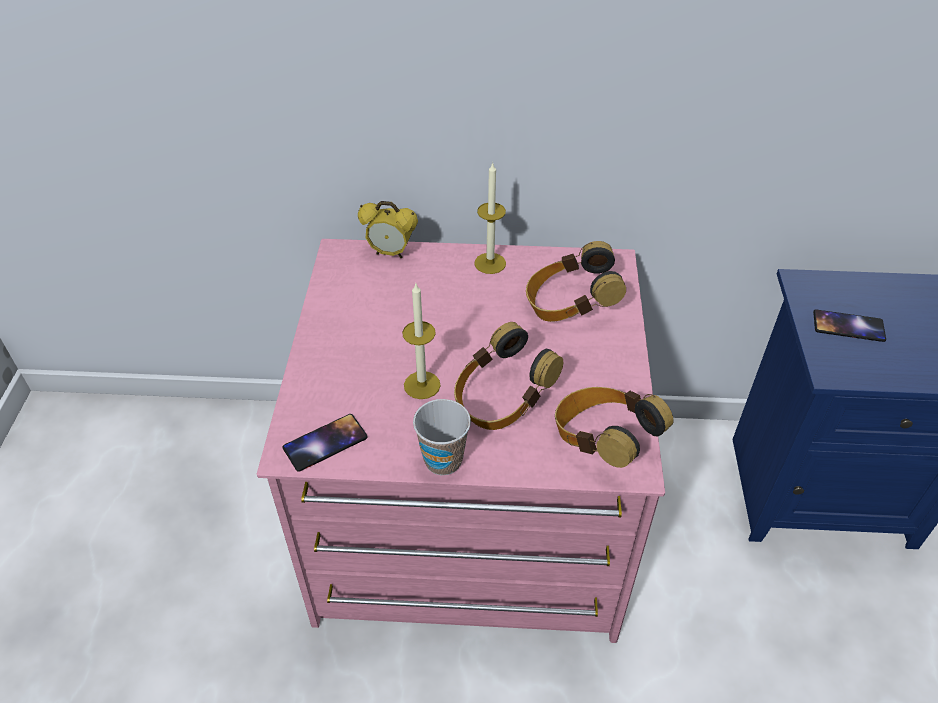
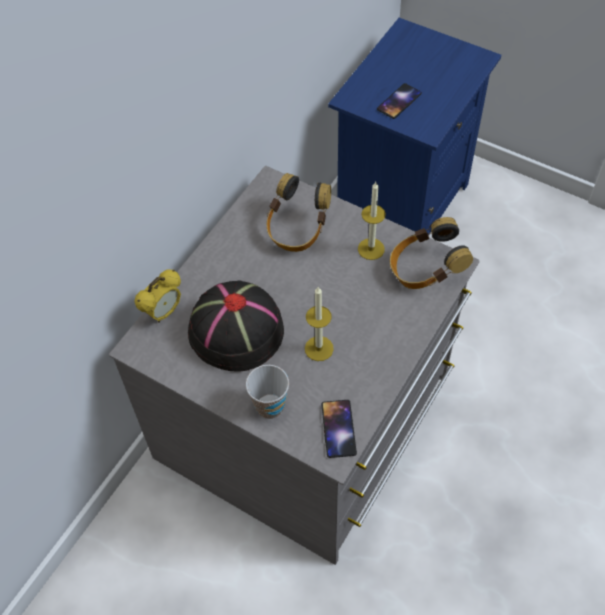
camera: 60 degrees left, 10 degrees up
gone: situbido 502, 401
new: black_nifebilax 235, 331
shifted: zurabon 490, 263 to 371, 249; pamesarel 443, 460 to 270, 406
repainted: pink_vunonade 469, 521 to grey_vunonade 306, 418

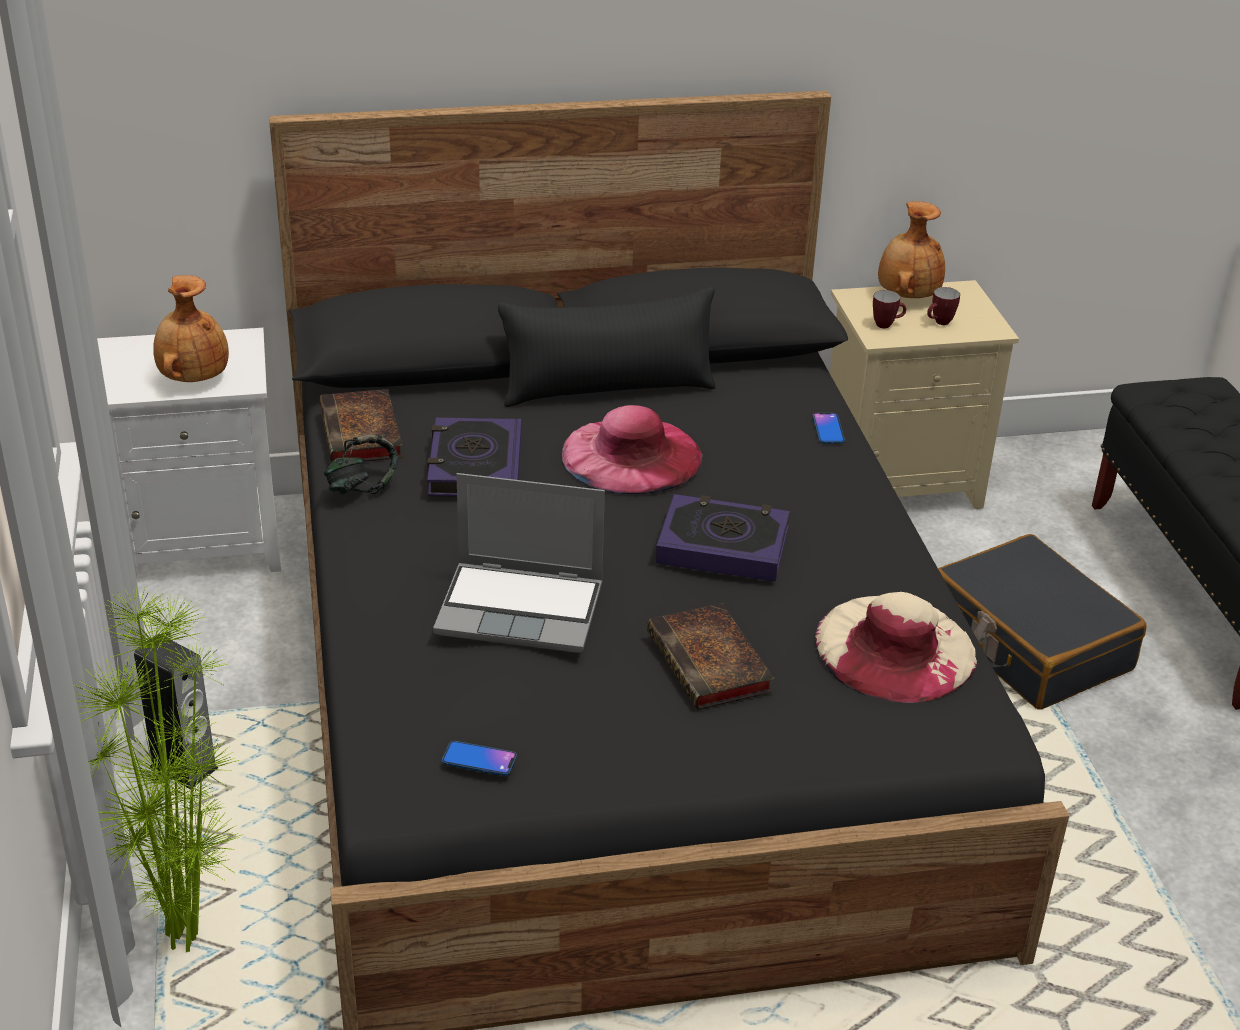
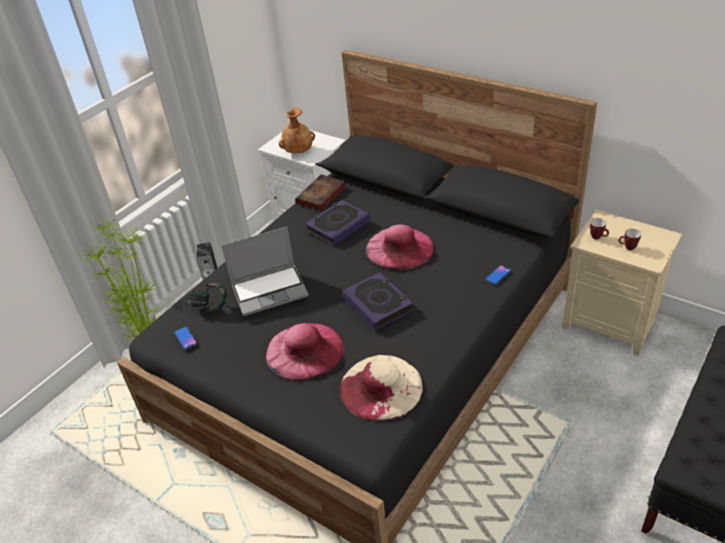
camera: 50 degrees right, 5 degrees up
gone: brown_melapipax 906, 296; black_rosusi 608, 389; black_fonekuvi 1028, 643
shifted: situbido 362, 487 to 210, 306
swapped: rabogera 711, 665 to pink_nifebilax 305, 350
rotated: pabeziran 522, 609 = 270, 290 75 degrees counterclockwise

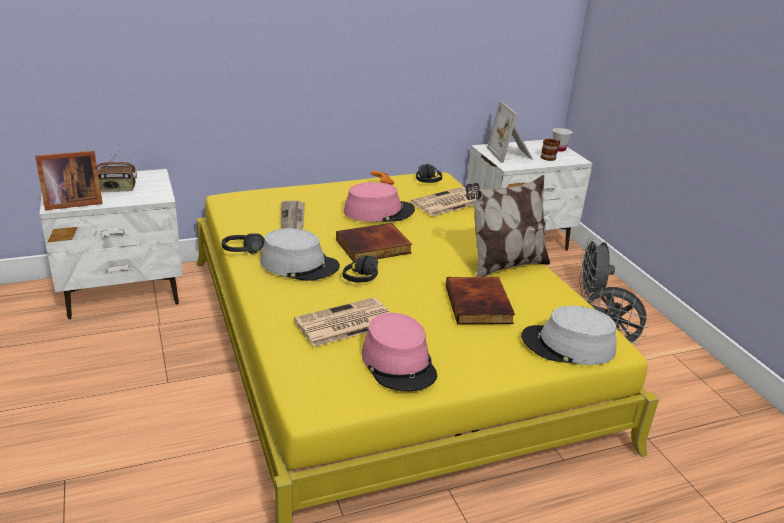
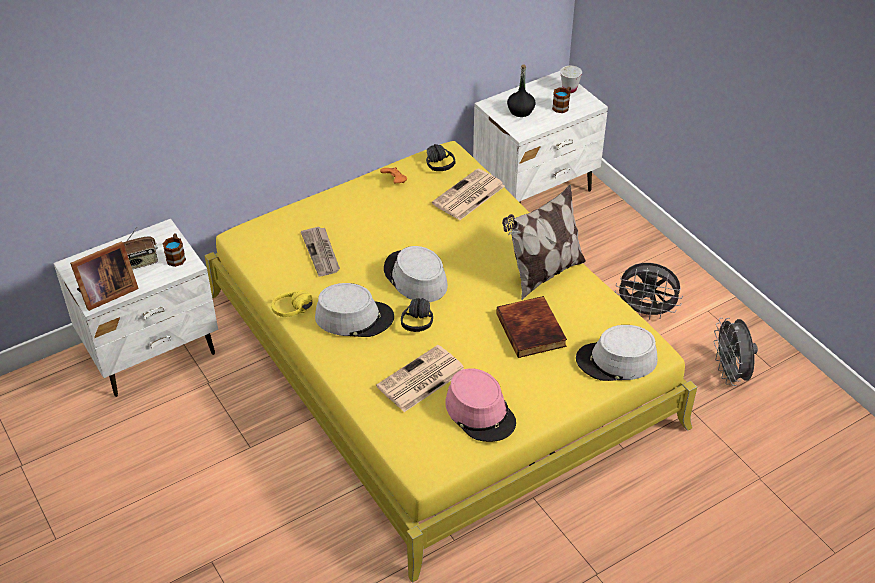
camera: 10 degrees left, 15 degrees up
gone: pink_nifebilax 379, 211
new: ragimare 176, 256
shifted: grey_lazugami 590, 294 to 730, 374
swapped: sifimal 511, 154 to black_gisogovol 521, 111; rabogera 373, 247 to grey_nifebilax 415, 277
repainted: black_situbido 244, 254 to yellow_situbido 295, 313

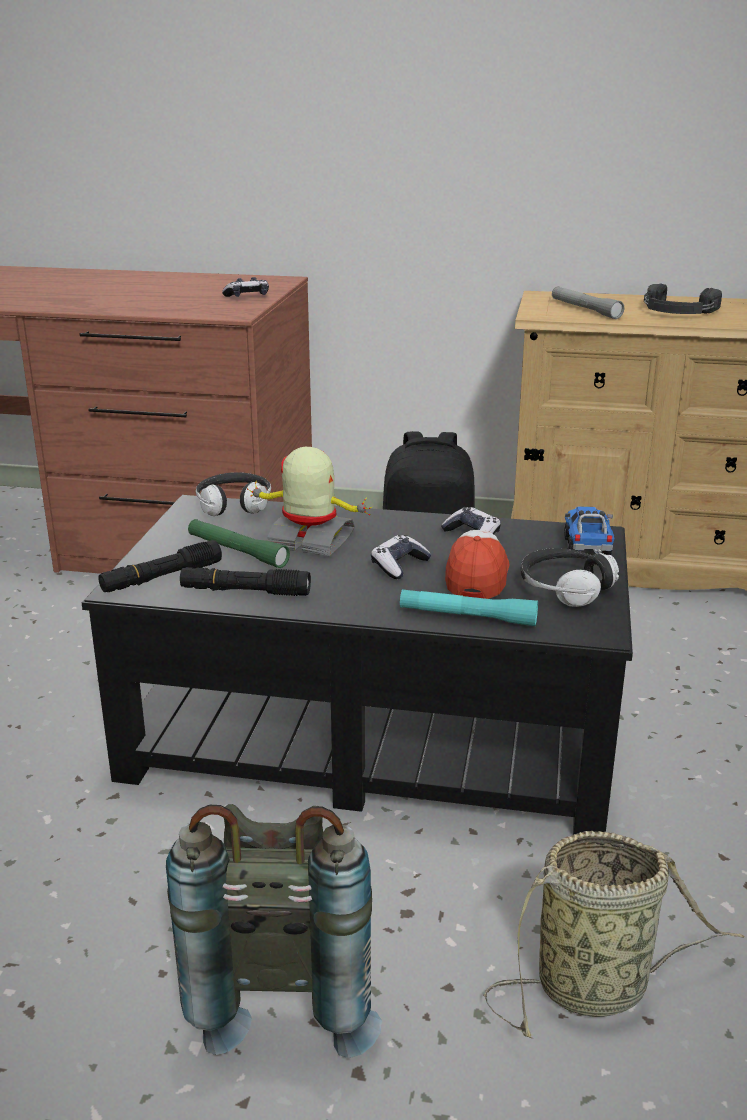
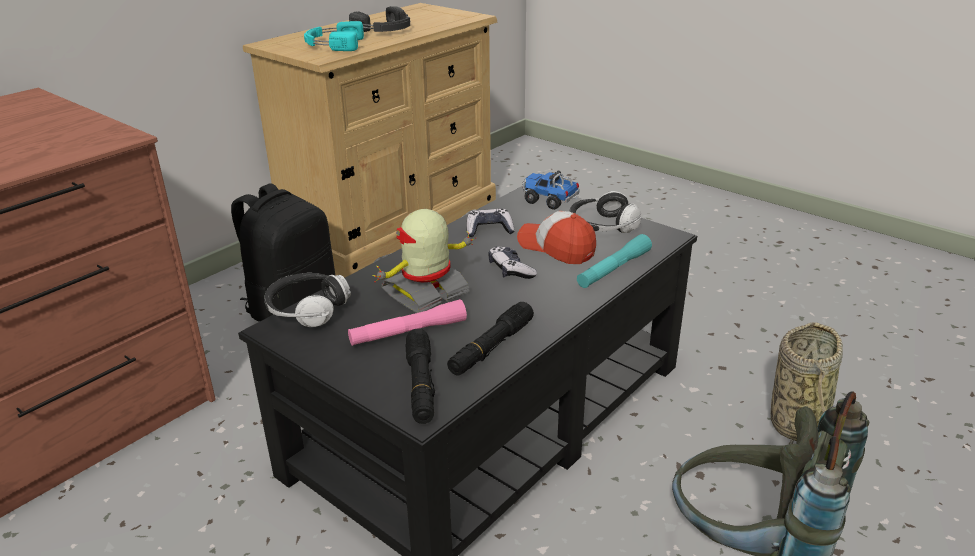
camera: 60 degrees left, 5 degrees up
gone: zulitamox 247, 297
swapped: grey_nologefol 585, 310 to turquoise_situbido 333, 44
repainted: green_nologefol 237, 551 to pink_nologefol 408, 332

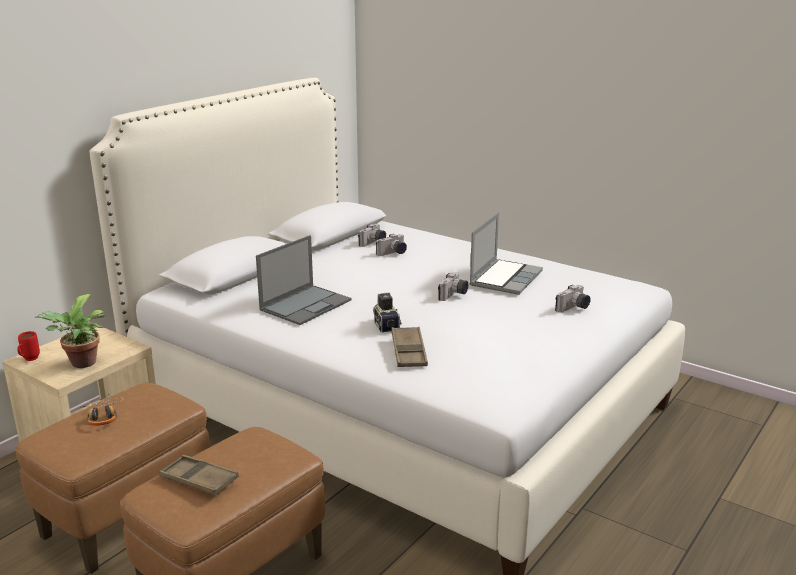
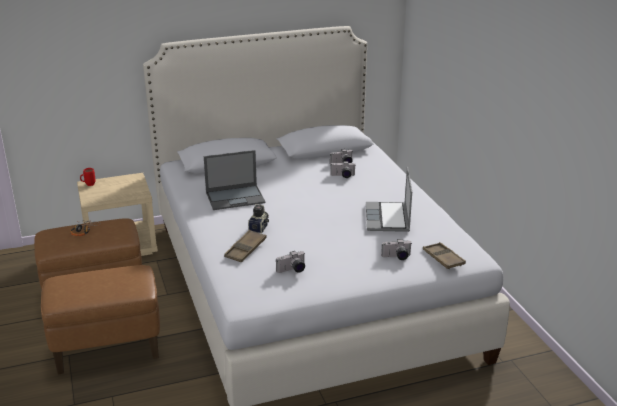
camera: 35 degrees right, 5 degrees up
gone: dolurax 81, 364
shifted: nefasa 454, 295 to 292, 270; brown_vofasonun 199, 480 to 443, 259
rotated: pabeziran 505, 278 = 388, 218 120 degrees clockwise

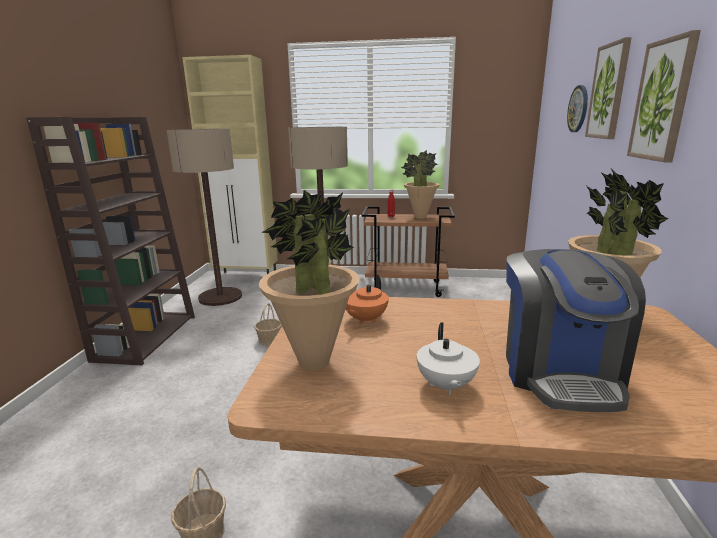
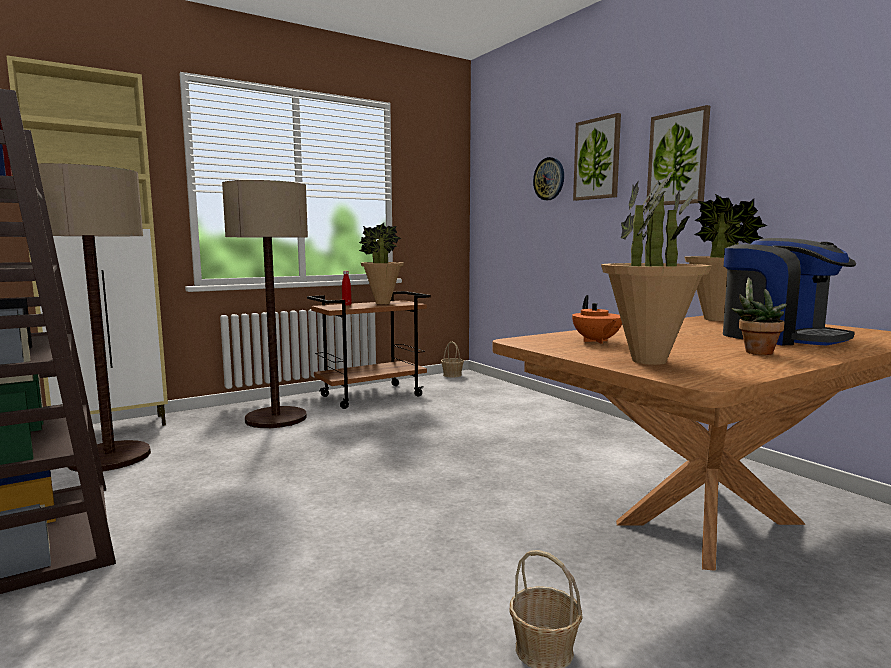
camera: 40 degrees left, 10 degrees down
shifted: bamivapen 269, 340 to 452, 375
swapped: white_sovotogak 445, 385 to dolurax 755, 352

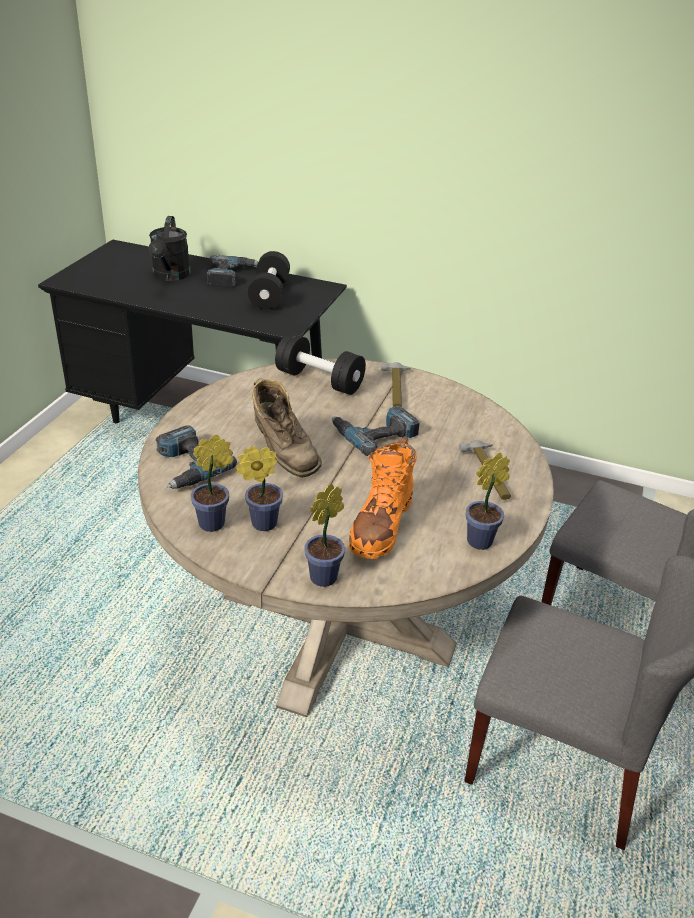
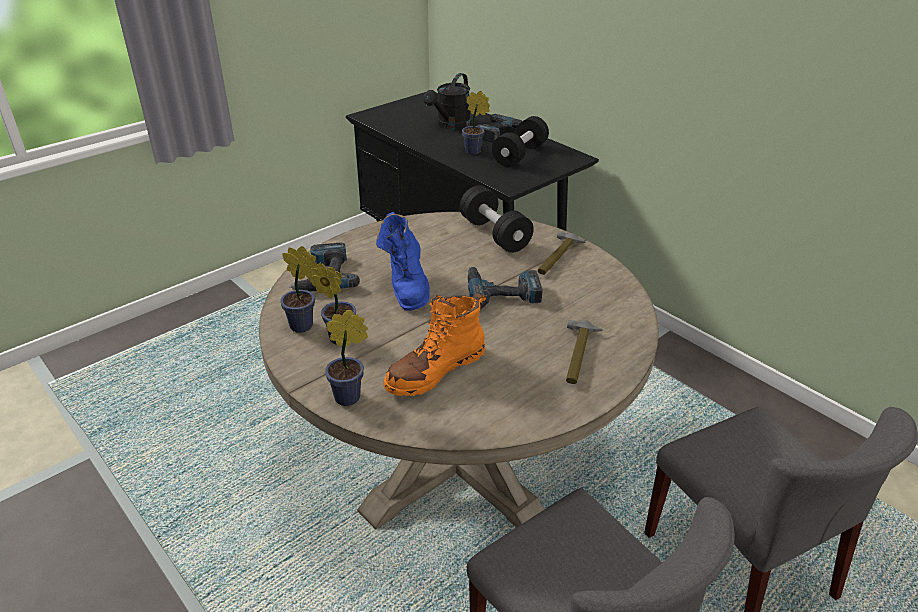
camera: 30 degrees right, 0 degrees up
shifted: dolurax 482, 540 to 475, 151
repainted: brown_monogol 283, 455 to blue_monogol 407, 288

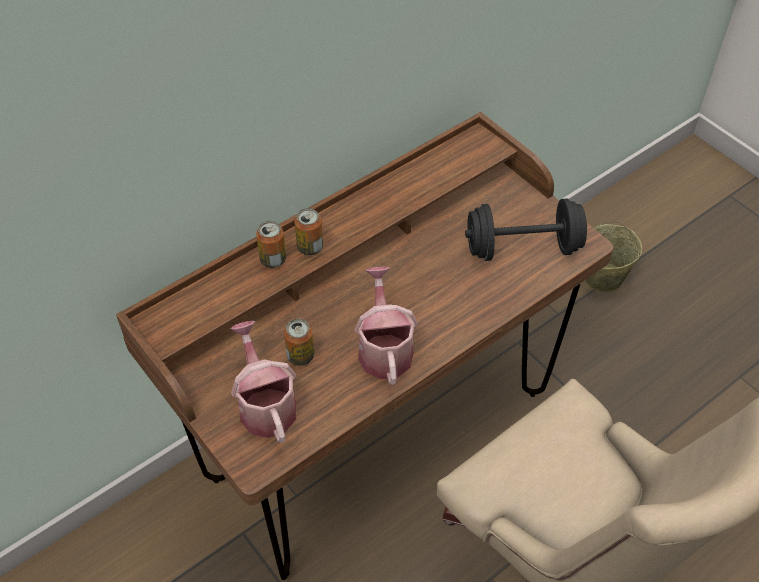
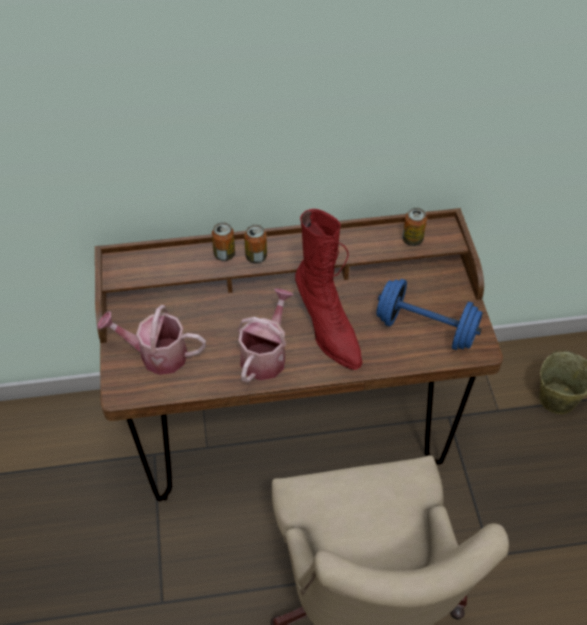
camera: 30 degrees right, 0 degrees up
new: red_monogol 327, 329
shifted: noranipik 300, 356 to 412, 240
repainted: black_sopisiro 522, 248 to blue_sopisiro 426, 329
rotated: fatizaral 265, 404 = 157, 355 90 degrees counterclockwise

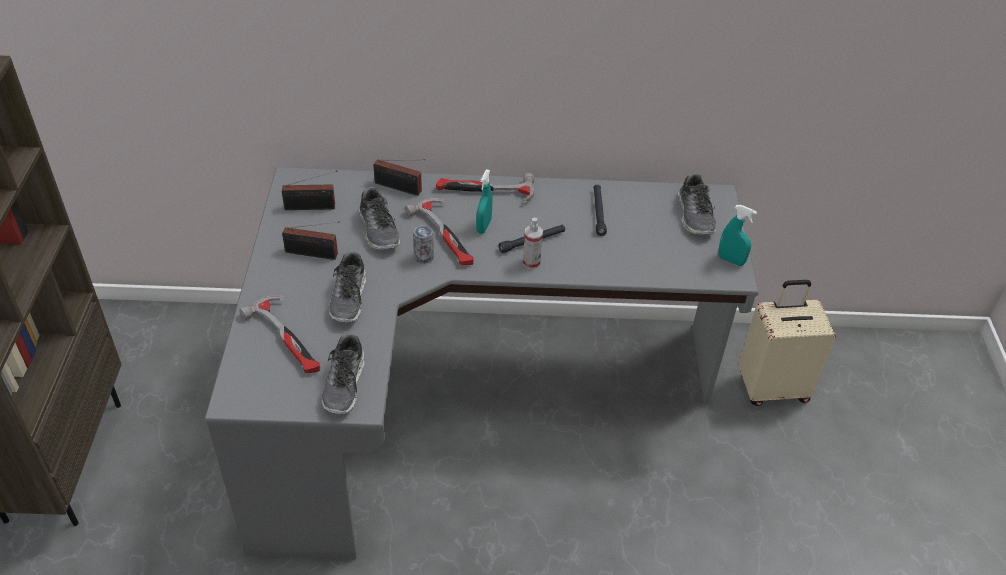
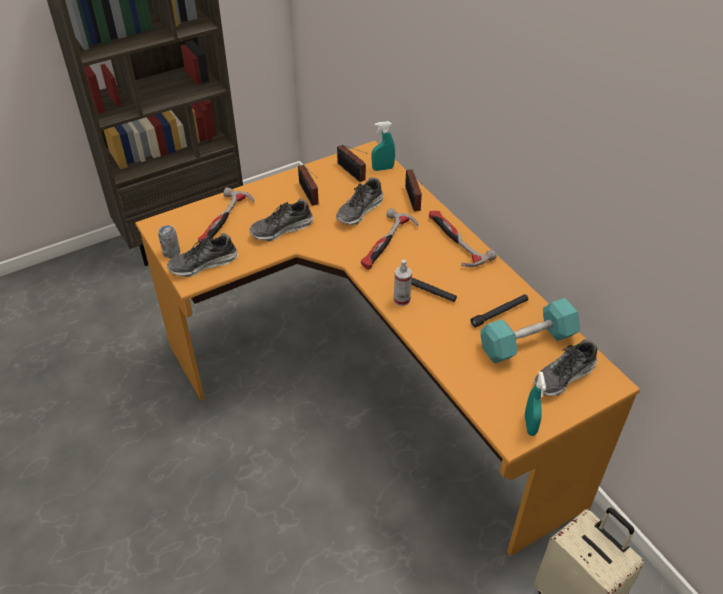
camera: 60 degrees right, 0 degrees up
new: turquoise_sopisiro 527, 342
shifted: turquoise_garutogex 484, 226 to 383, 168; noranipik 423, 257 to 171, 253
repainted: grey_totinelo 462, 397 to orange_totinelo 374, 385

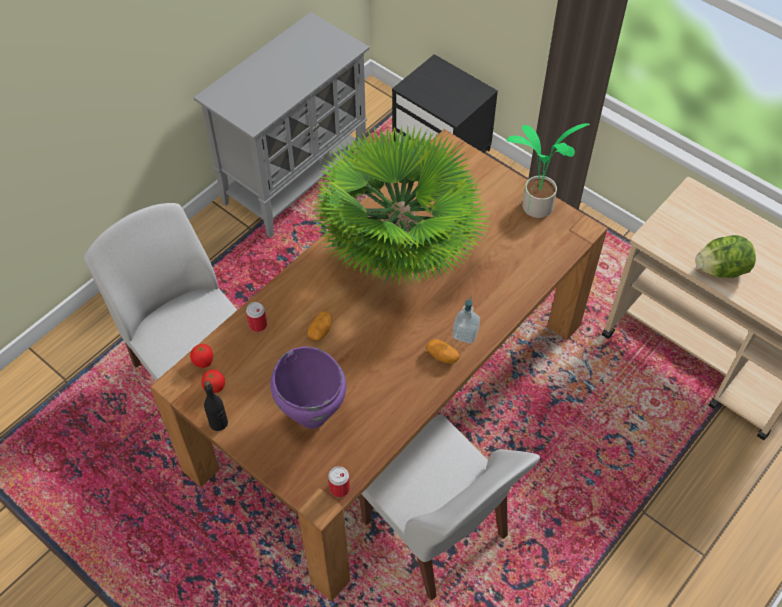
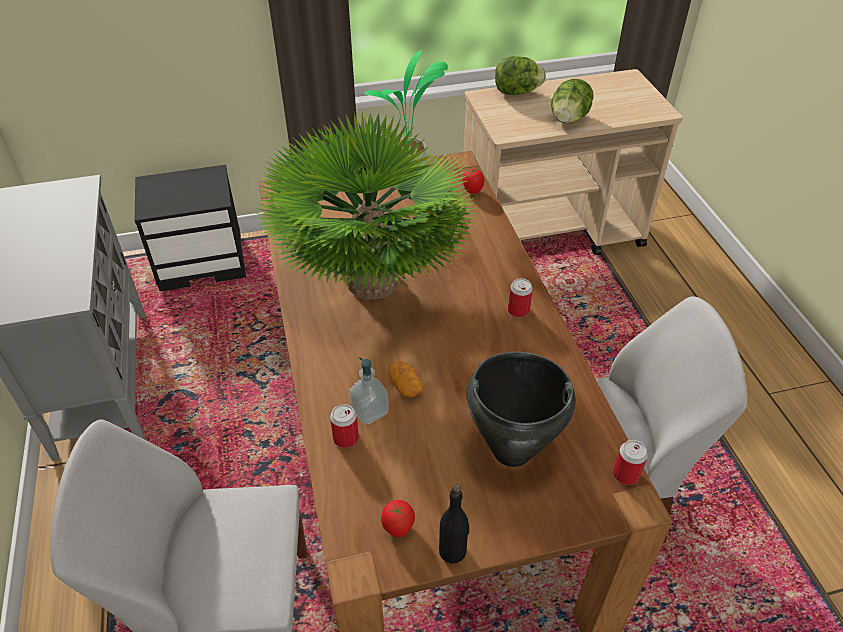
camera: 55 degrees left, 10 degrees down
new: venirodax 516, 92
shifted: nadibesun 465, 334 to 370, 411; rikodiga 204, 363 to 472, 191
swapped: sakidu 442, 356 to noranipik 518, 310
repainted: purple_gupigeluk 312, 415 to black_gupigeluk 511, 450

